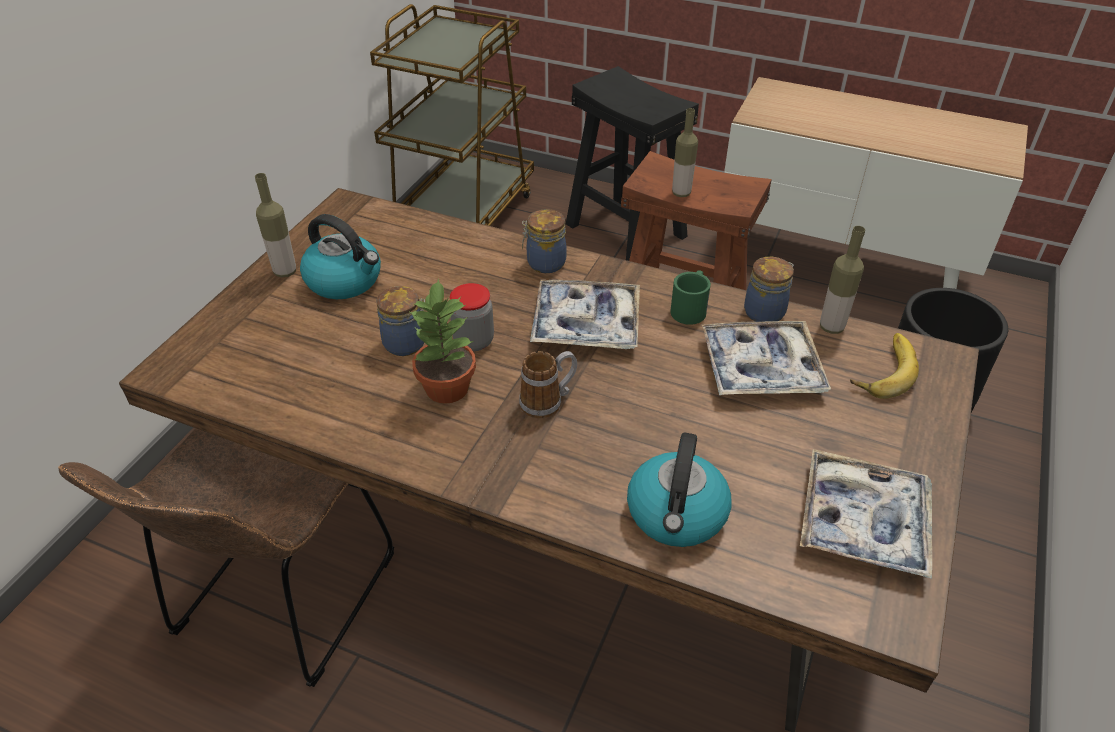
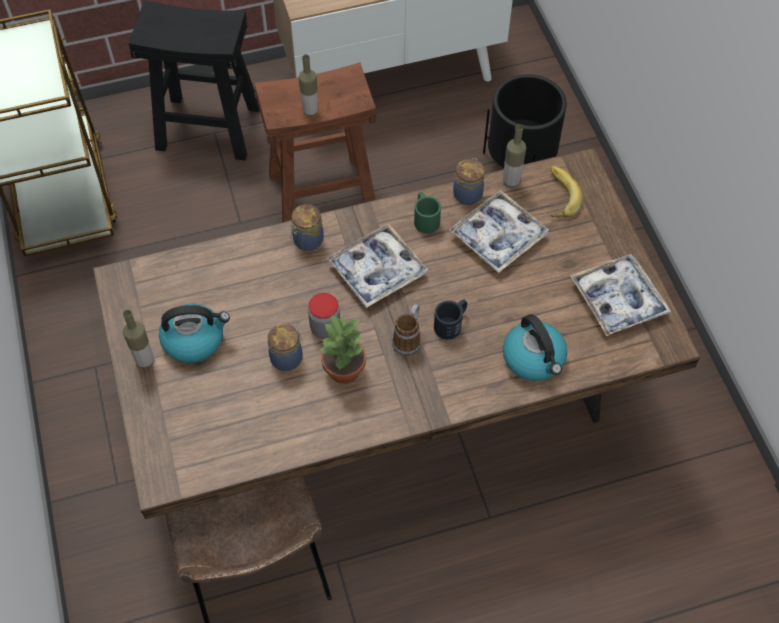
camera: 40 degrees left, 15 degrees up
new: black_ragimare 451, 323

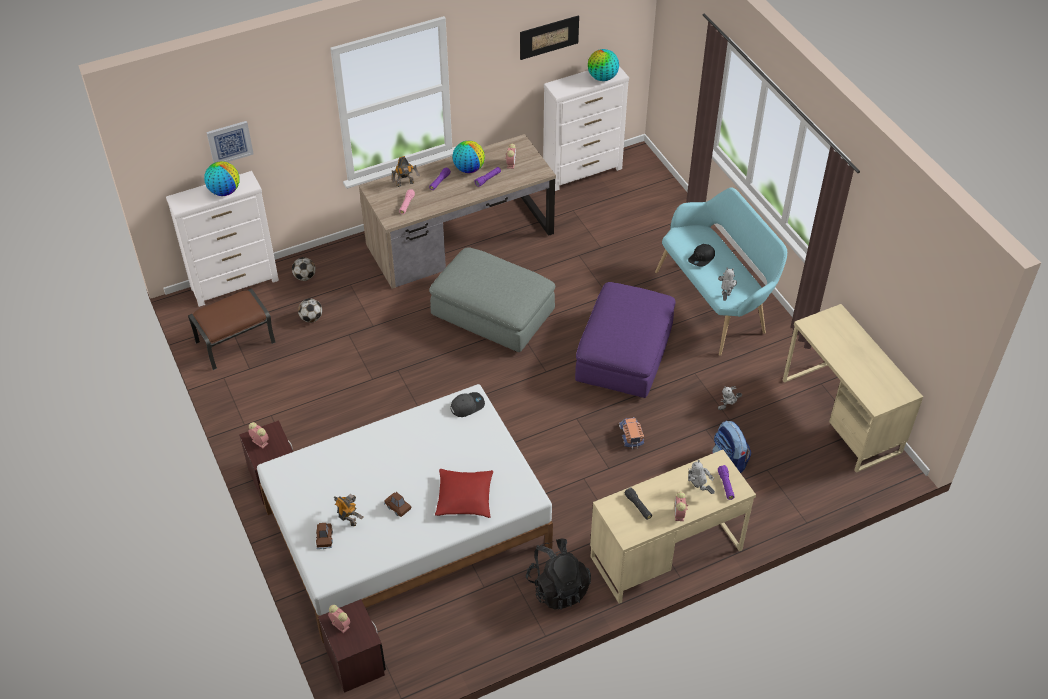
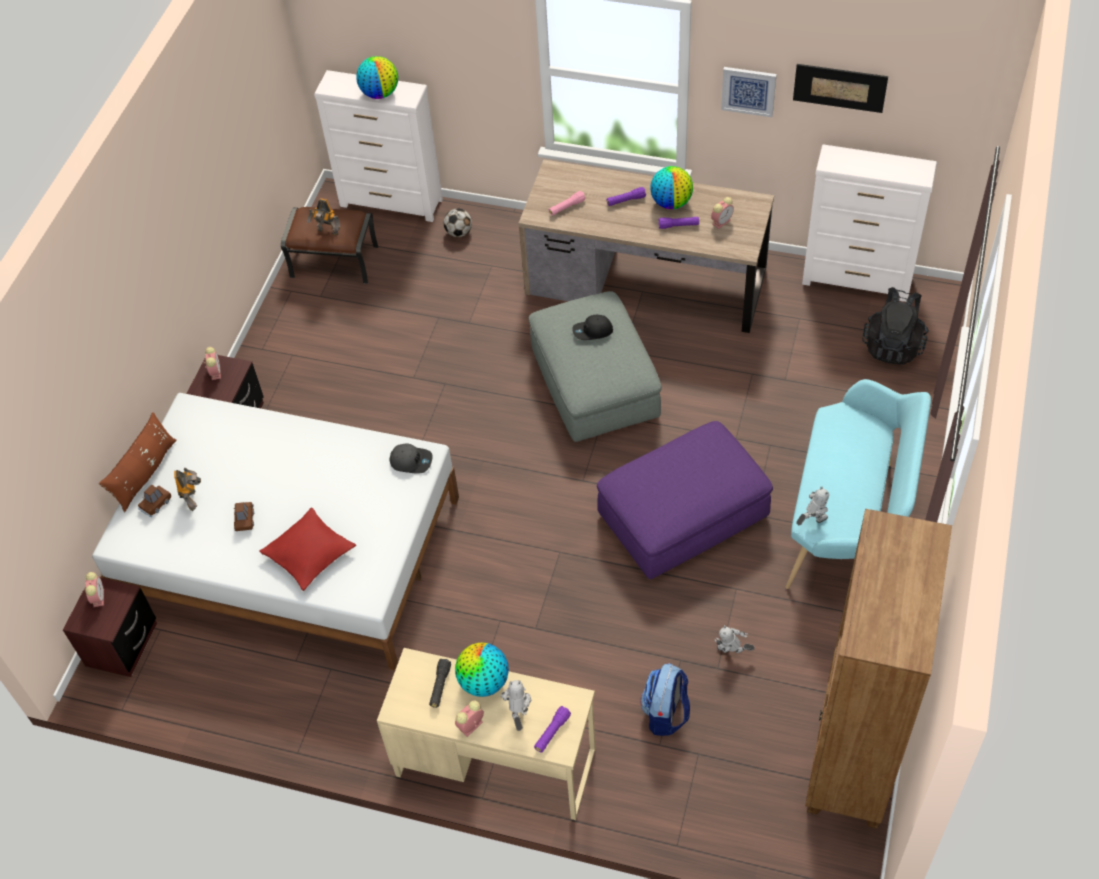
camera: 45 degrees right, 5 degrees up
gone: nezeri 311, 318; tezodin 630, 435
new: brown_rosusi 145, 473
shifted: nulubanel 602, 78 to 483, 682; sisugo 229, 142 to 748, 91; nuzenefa 405, 184 to 327, 232; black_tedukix 702, 258 to 592, 331; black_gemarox 558, 587 to 893, 345
swapped: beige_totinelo 840, 416 to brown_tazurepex 851, 756

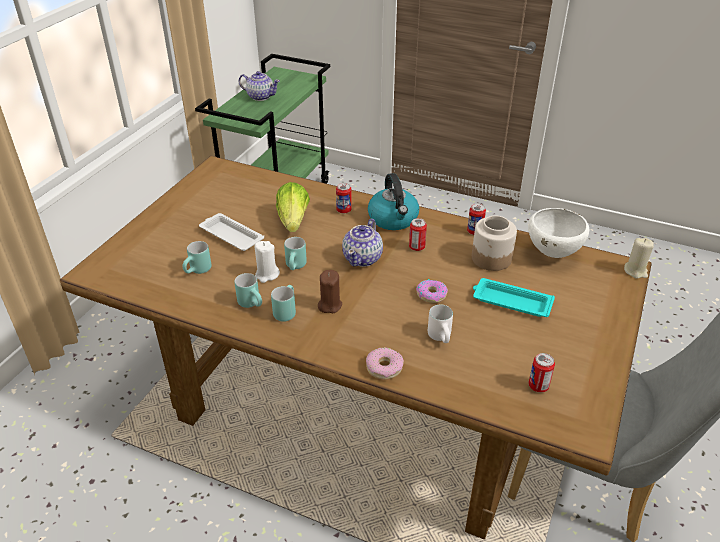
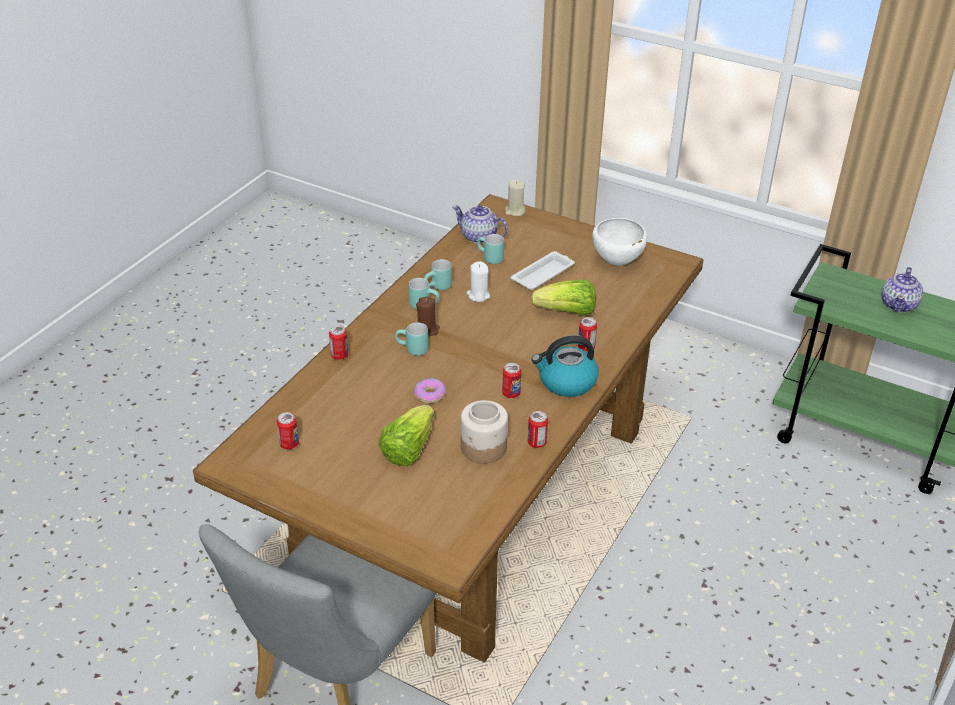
camera: 95 degrees right, 0 degrees up
gone: white_ragimare 442, 337
shifted: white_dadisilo 553, 253 to 617, 262; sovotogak 363, 258 to 479, 237; turquoise_ragimare 296, 267 to 412, 350; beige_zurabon 635, 271 to 515, 211
swapped: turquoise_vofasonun 510, 301 to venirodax 408, 449; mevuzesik 384, 367 to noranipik 339, 355

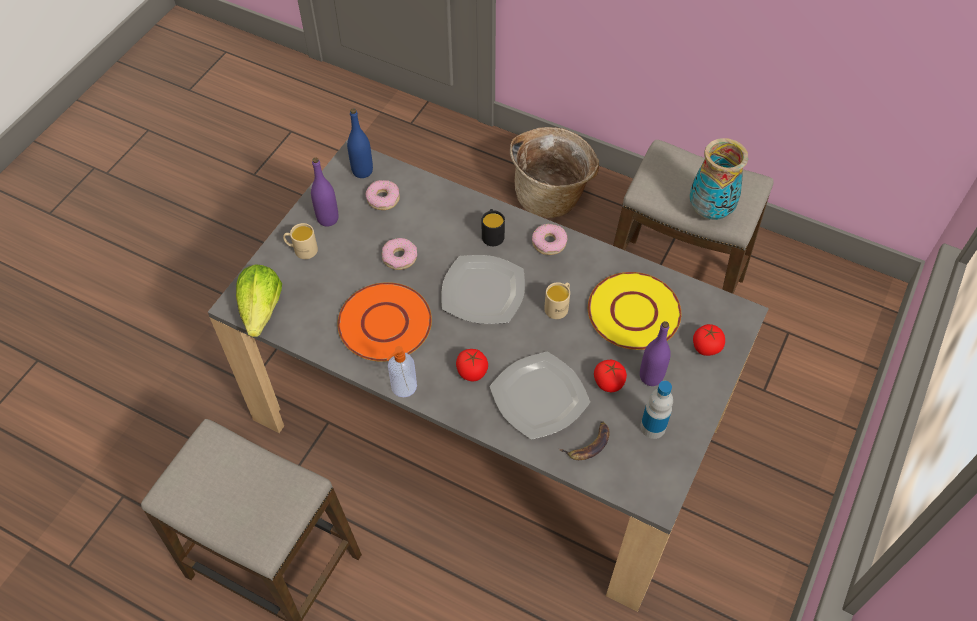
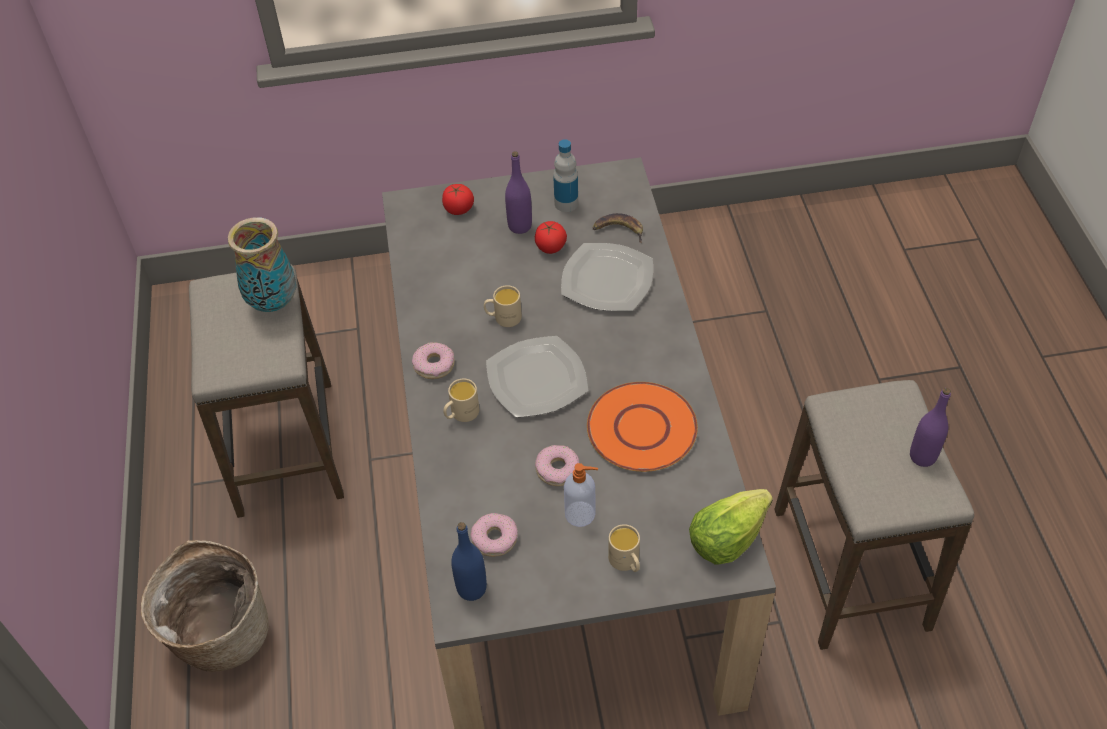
camera: 125 degrees left, 5 degrees down
gone: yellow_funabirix 633, 311; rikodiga 472, 371
shifted: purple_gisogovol 328, 219 to 922, 456; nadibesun 403, 387 to 581, 514
repainted: black_ragimare 492, 234 to beige_ragimare 461, 414

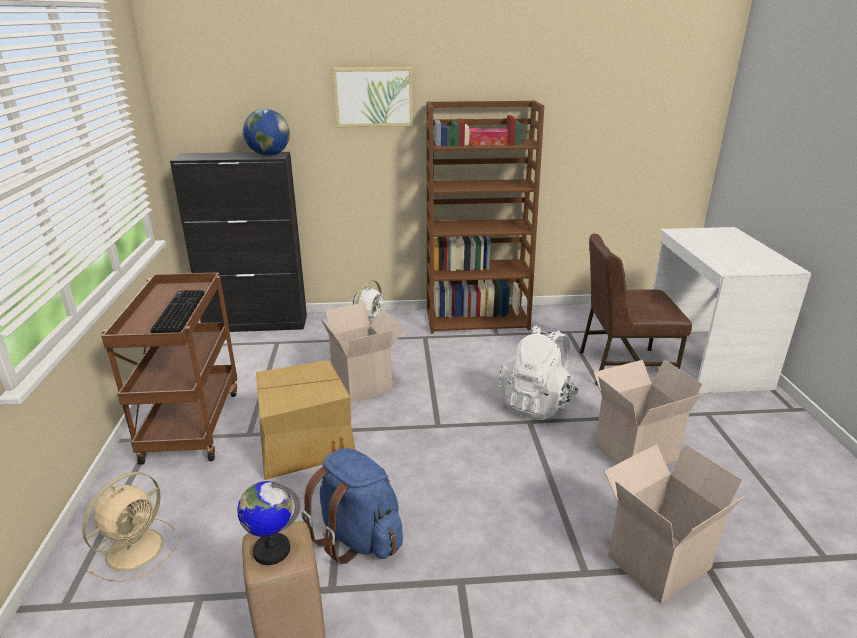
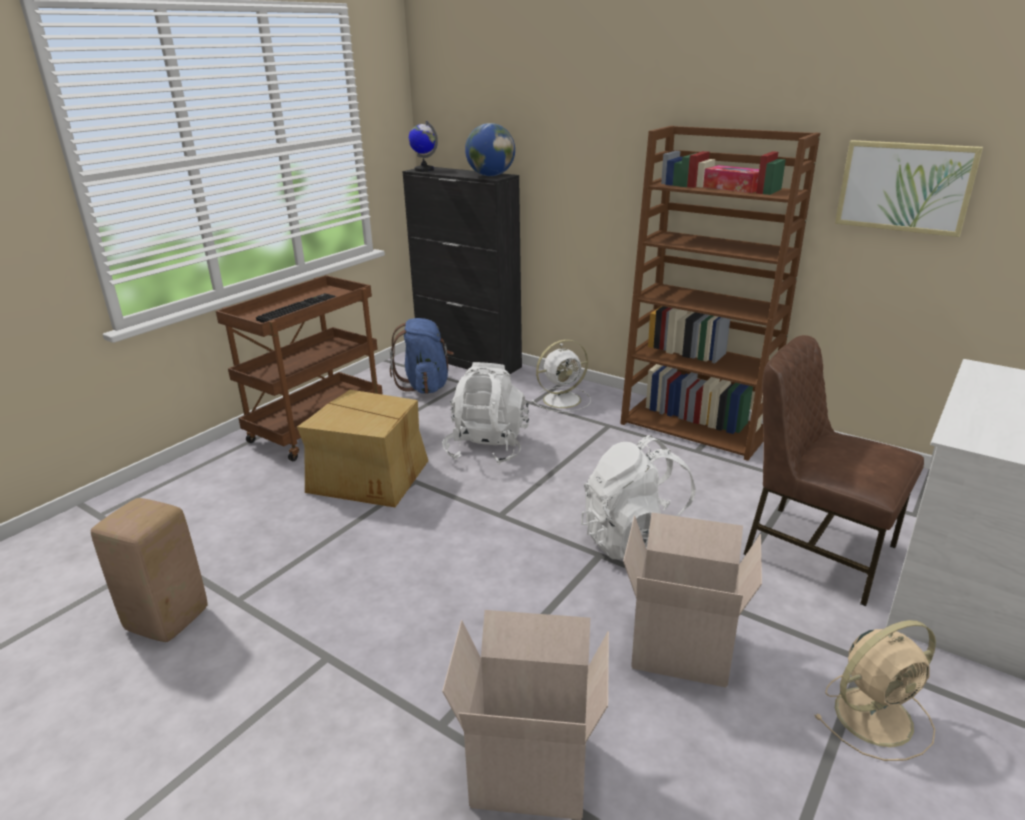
camera: 40 degrees right, 0 degrees up
shifted: sisugo 373, 97 to 905, 187; blue_gemarox 358, 537 to 425, 386; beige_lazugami 137, 547 to 876, 715; nulubanel 271, 550 to 424, 170
swapped: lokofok 364, 384 to white_gemarox 487, 448

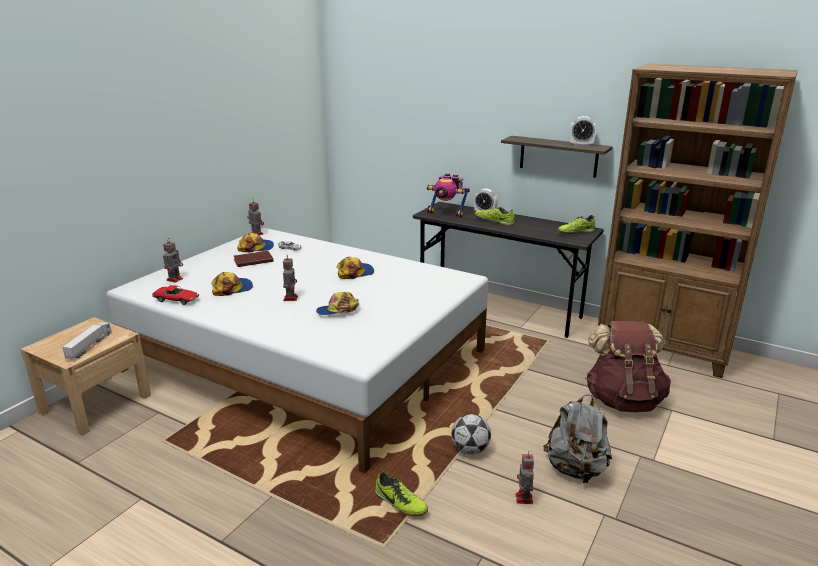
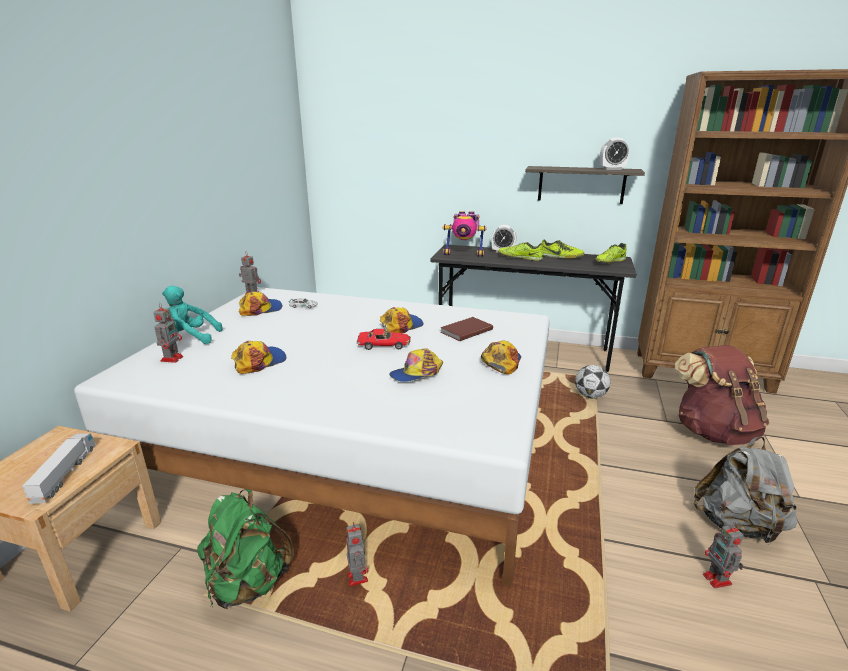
camera: 15 degrees left, 0 degrees up
new: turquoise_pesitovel 190, 338; tedukix 501, 361; green_gemarox 248, 584
shifted: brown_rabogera 252, 260 to 465, 330; nuzenefa 290, 298 to 357, 577; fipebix 177, 300 to 384, 345; nezeri 470, 450 to 590, 396; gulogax 400, 504 to 560, 257

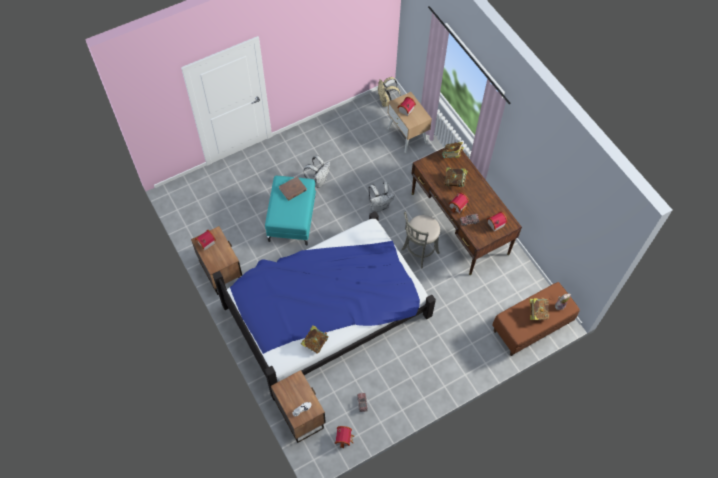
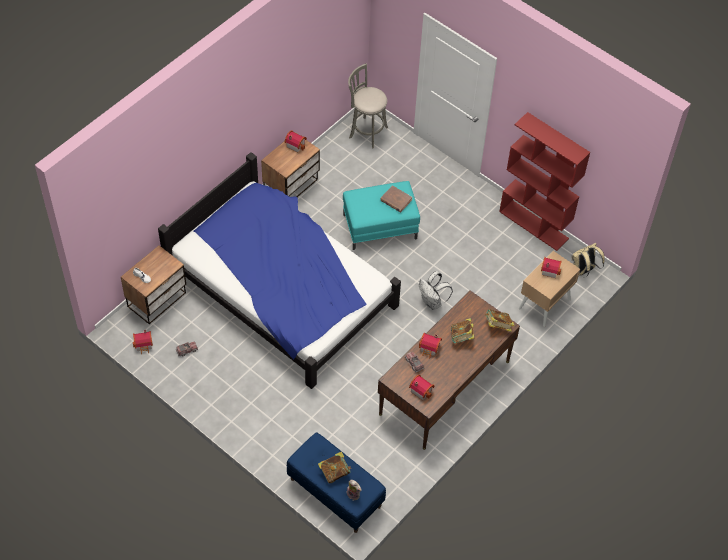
camera: 70 degrees right, 5 degrees down
gone: white_gemarox 318, 181; rabogera 315, 343
new: red_tazurepex 534, 225
shifted: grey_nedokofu 418, 252 to 366, 131
repainted: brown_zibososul 531, 327 to blue_zibososul 335, 493

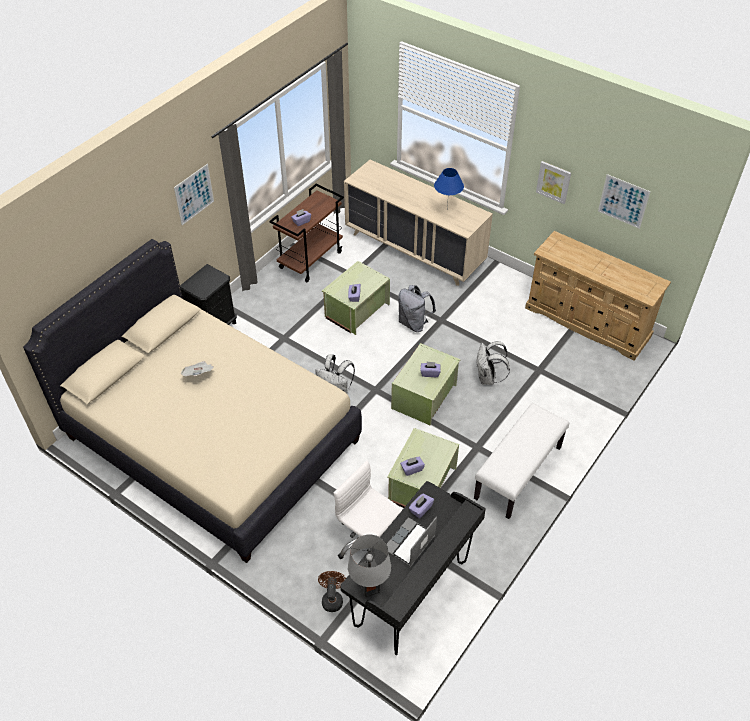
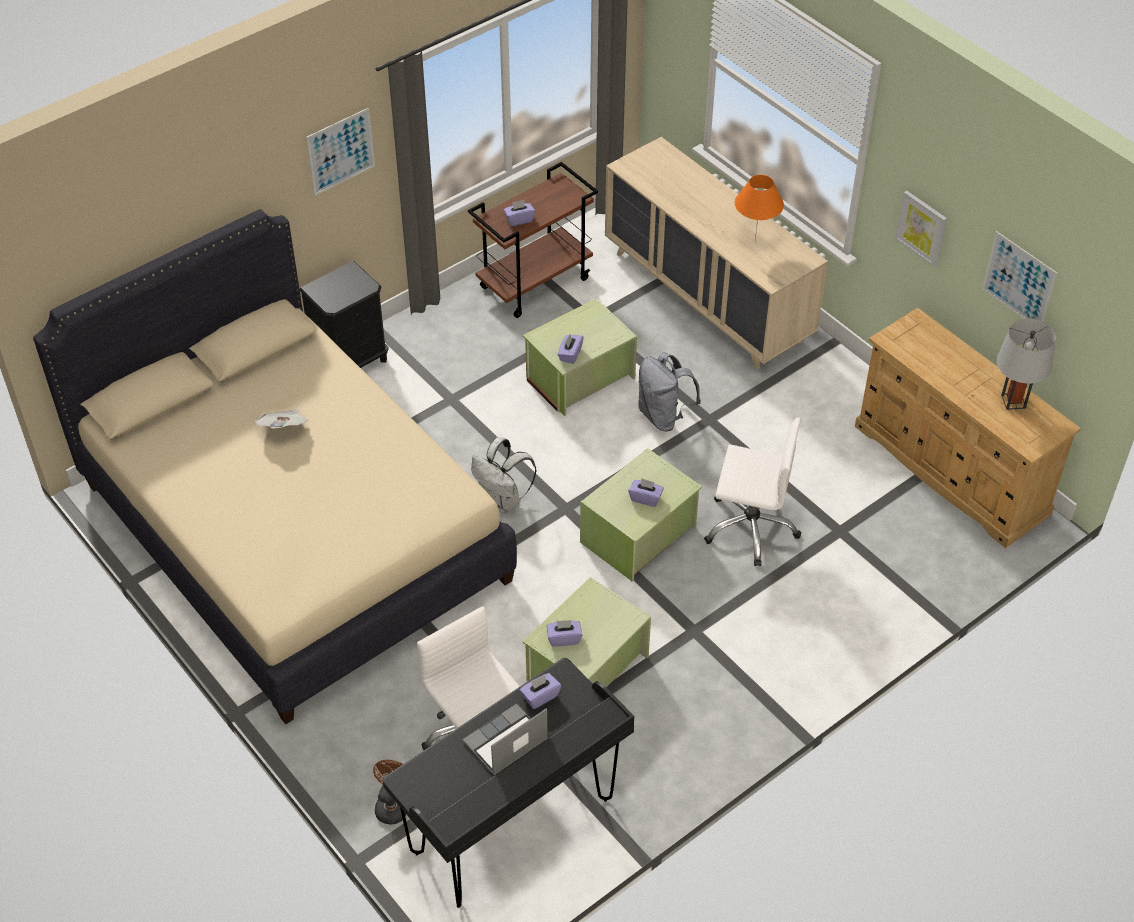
camera: 15 degrees right, 0 degrees up
gone: white_zibososul 518, 473
shifted: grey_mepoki 369, 587 to 1013, 401
swapped: white_gemarox 488, 378 to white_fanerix 751, 527
repainted: blue_mepoki 447, 210 to orange_mepoki 754, 242

